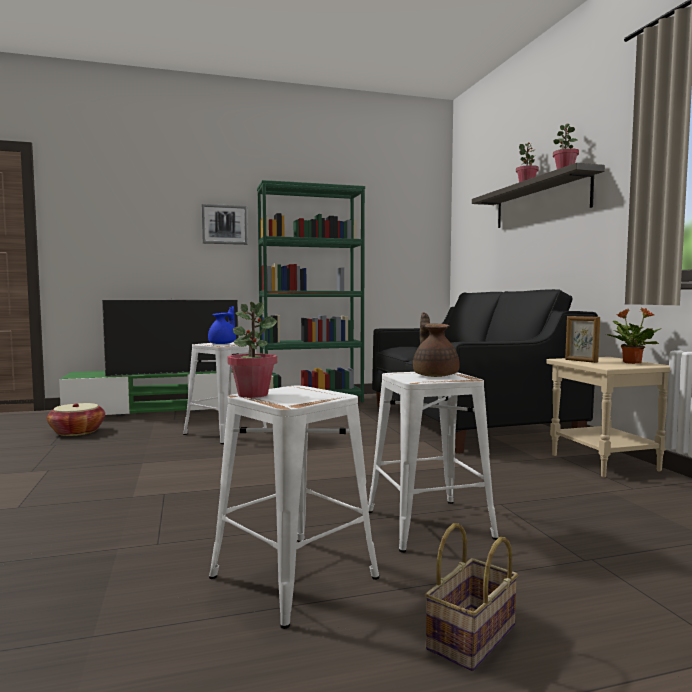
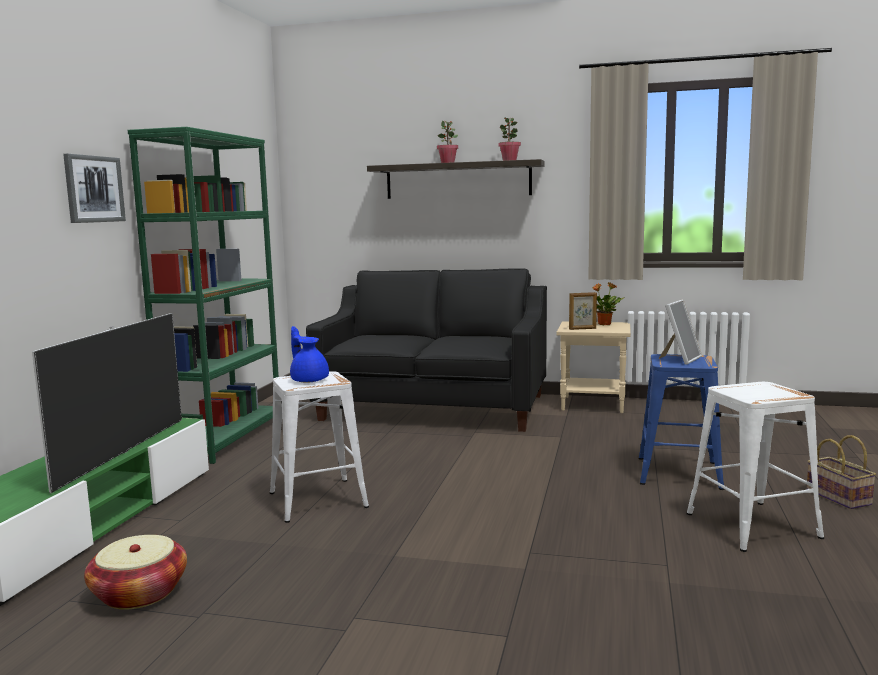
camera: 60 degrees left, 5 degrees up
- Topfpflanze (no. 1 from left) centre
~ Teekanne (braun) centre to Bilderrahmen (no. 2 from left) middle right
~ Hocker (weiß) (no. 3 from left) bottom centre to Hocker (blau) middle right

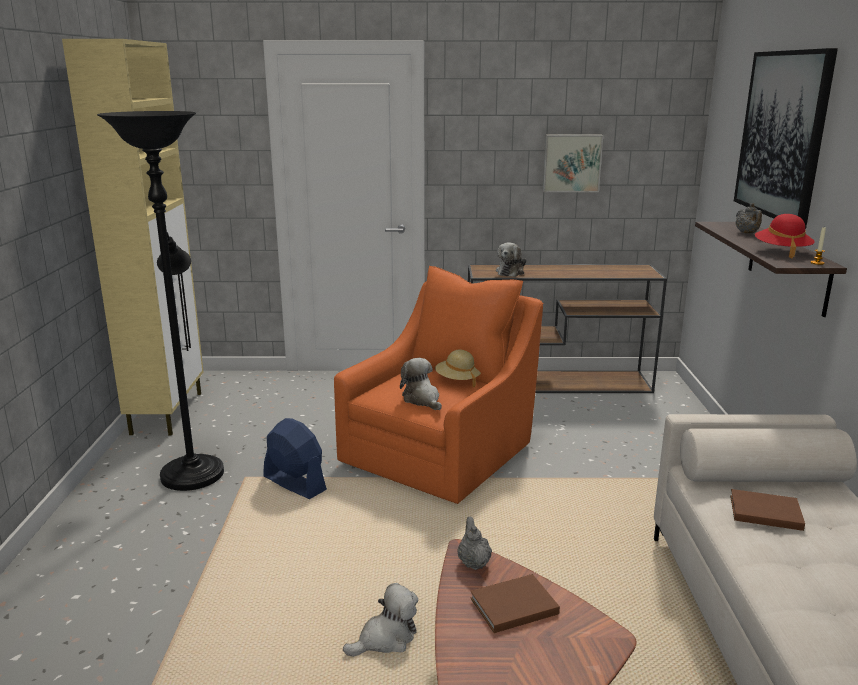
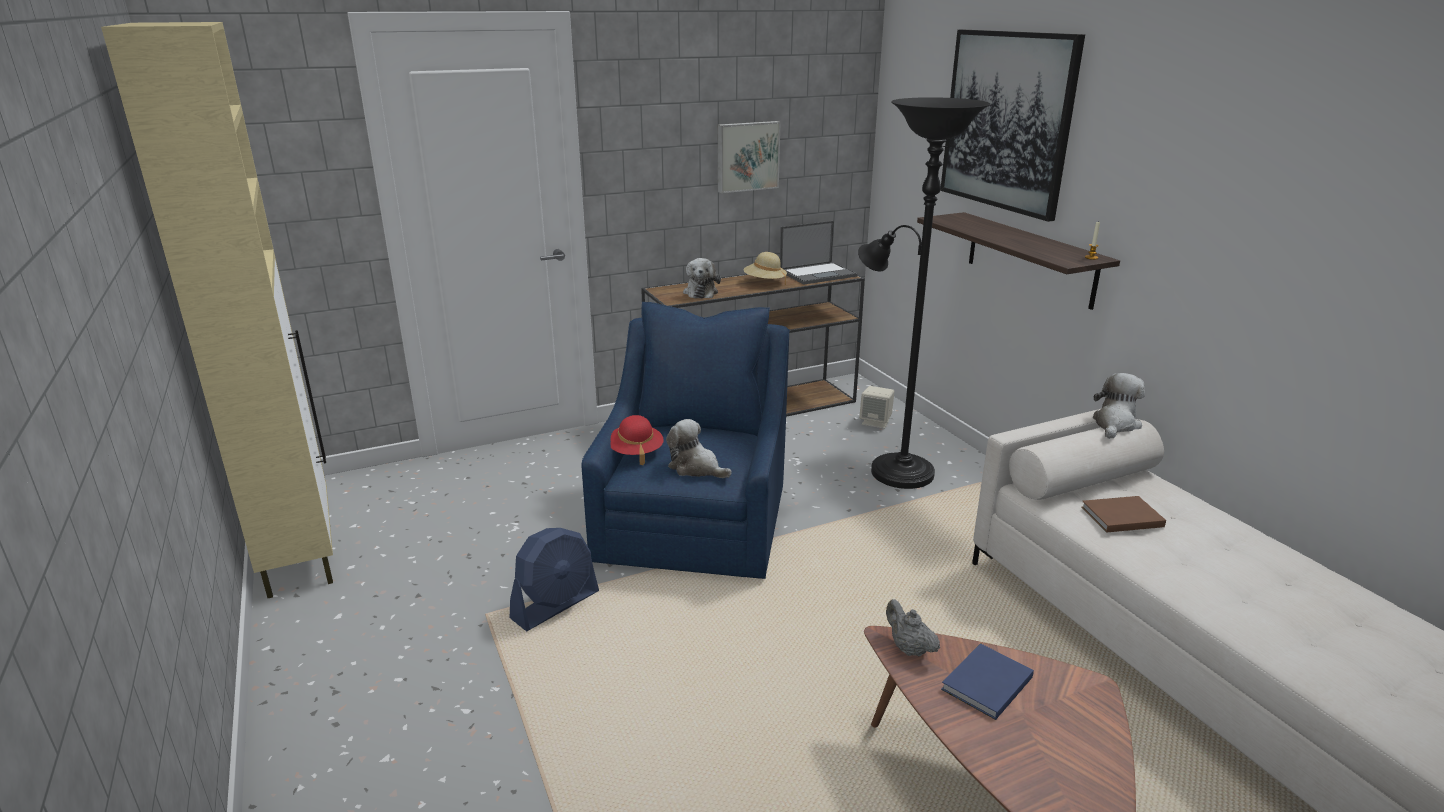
camera: 25 degrees left, 5 degrees up
~ Stehlampe (schwarz) middle left to centre
- Teekanne (grau) (no. 2 from left) top right
~ Hut (rot) middle right to centre
~ Sessel (orange) centre to Sessel (blau) centre
~ Hut (beige) centre to top centre
~ Ventilator (blau) bottom centre = bottom centre 120 degrees clockwise
~ Buch (braun) (no. 1 from left) bottom centre to Buch (blau) bottom right
~ Plüschtier (no. 1 from left in the first image) bottom centre to Plüschtier (no. 3 from left) middle right
+ Laptop top centre
+ Lautsprecher (beige) centre

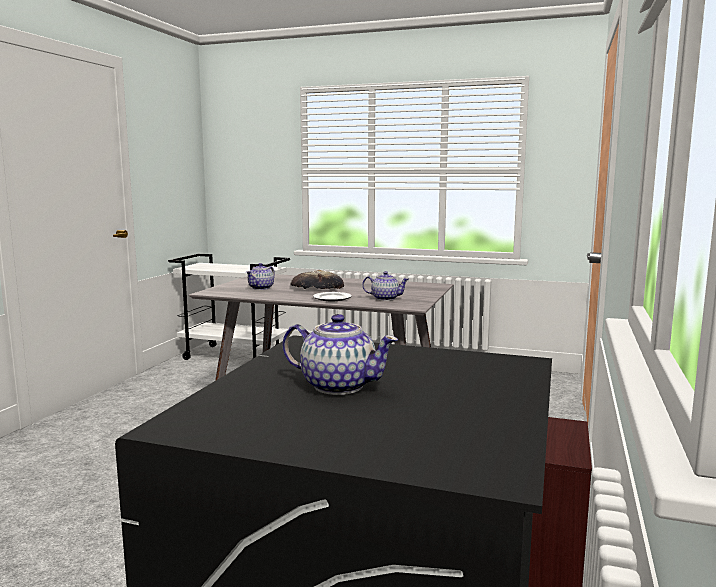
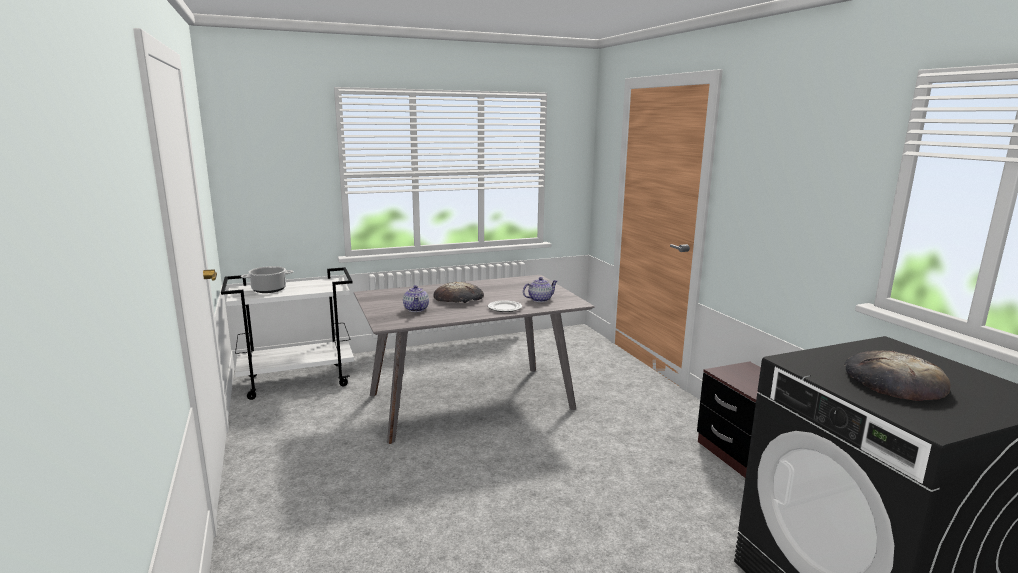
camera: 40 degrees left, 5 degrees up
~ Teekanne (no. 2 from left) centre to Brot (no. 2 from left) middle right
+ Kochtopf middle left

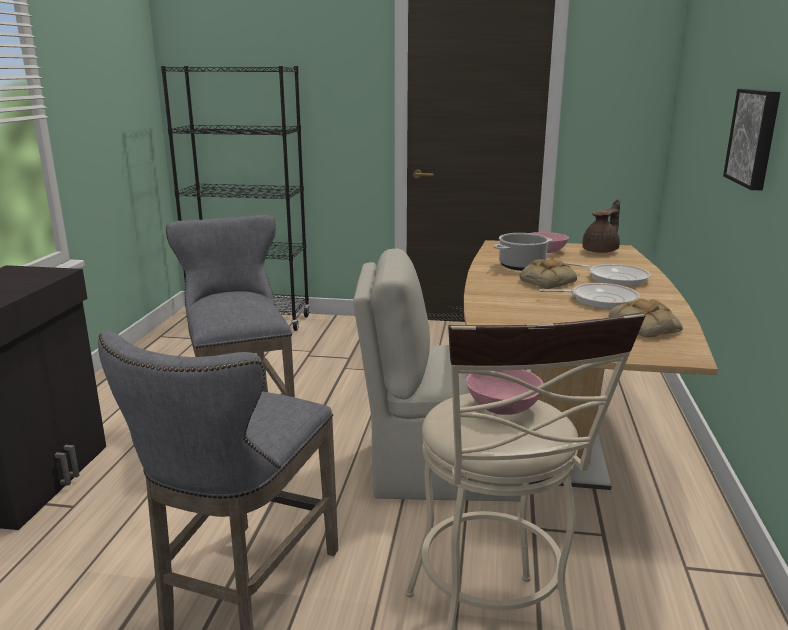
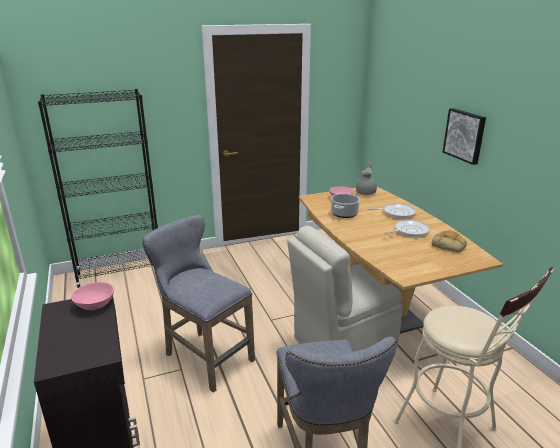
camera: 30 degrees left, 5 degrees up
~ Teekanne (braun) middle right to Teekanne (grau) centre
- Brot (no. 1 from left) middle right
~ Schüssel (rosa) (no. 1 from left) centre to middle left

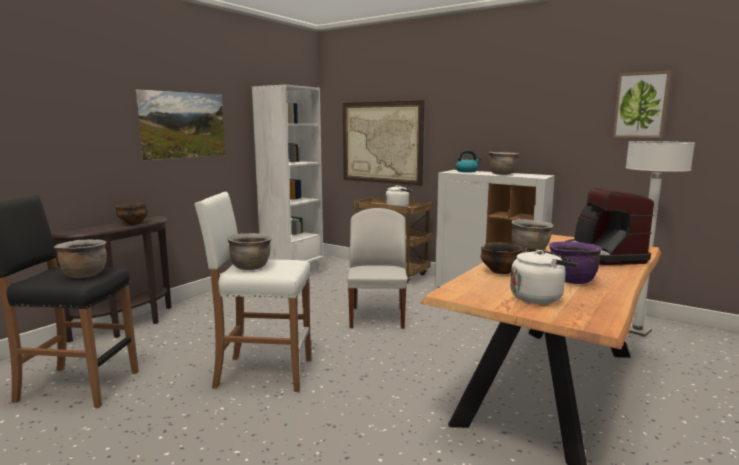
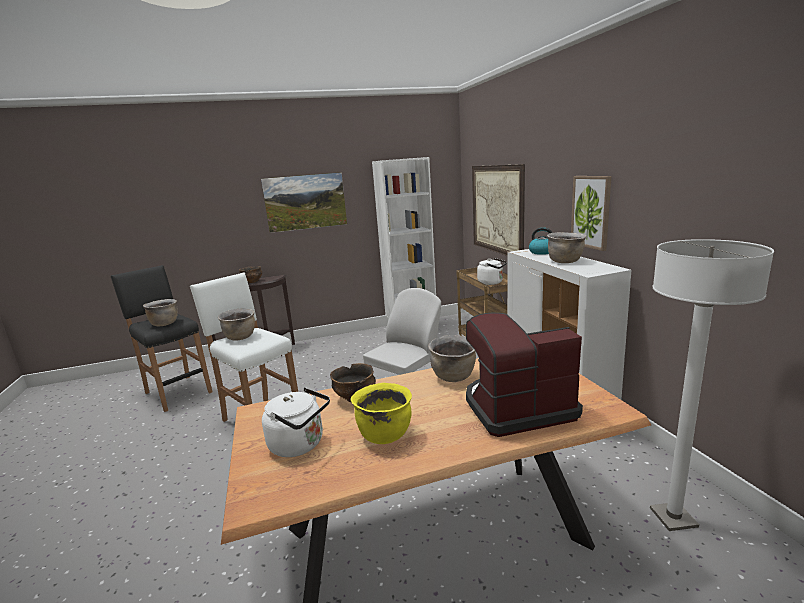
camera: 40 degrees right, 5 degrees up
~ Bild (no. 3 from left) top right to middle right
~ Kaffeemaschine middle right = centre 45 degrees clockwise
~ Kochtopf (lila) middle right to Kochtopf (gelb) bottom centre

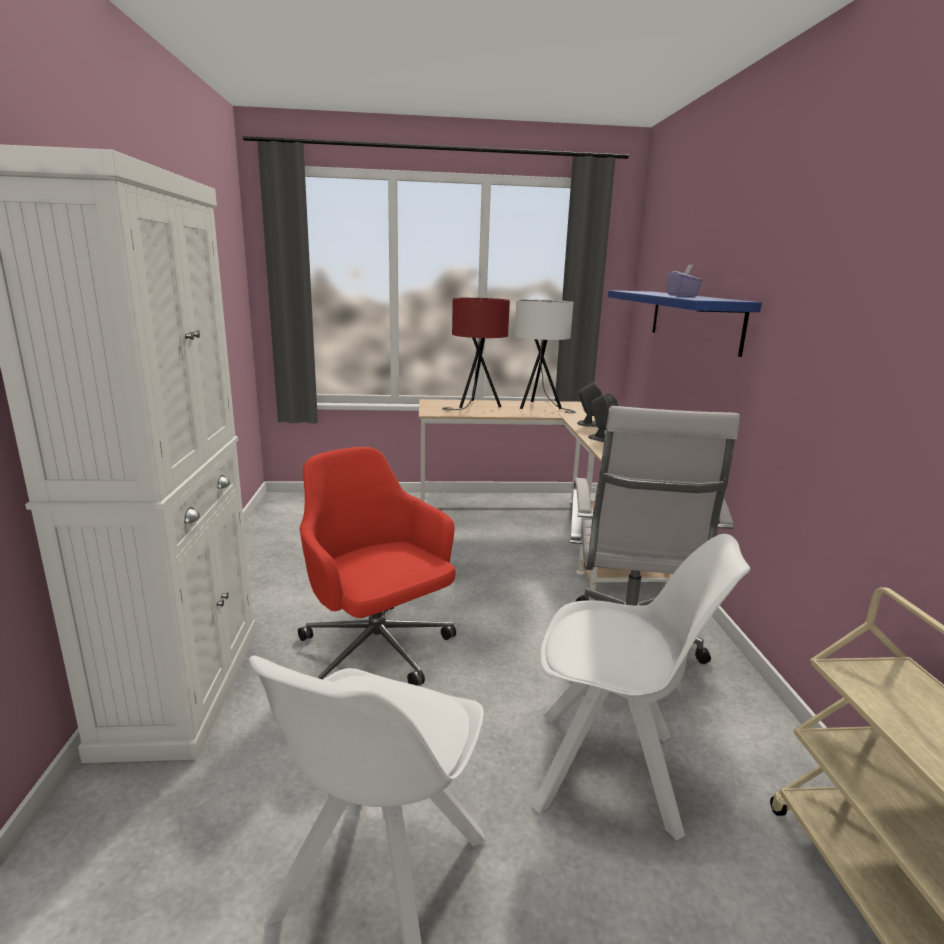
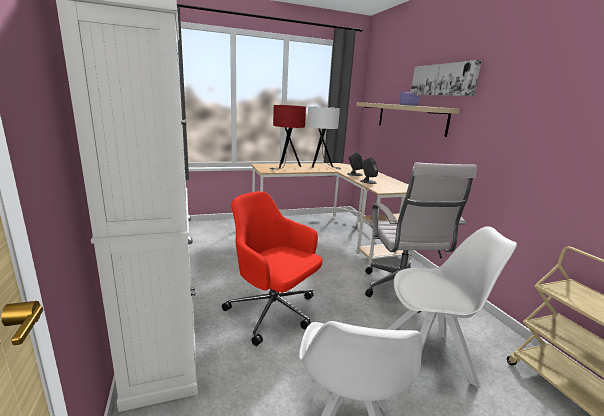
camera: 15 degrees left, 0 degrees up
~ Wandregal (blau) middle right to Wandregal (beige) top right
+ Bild top right

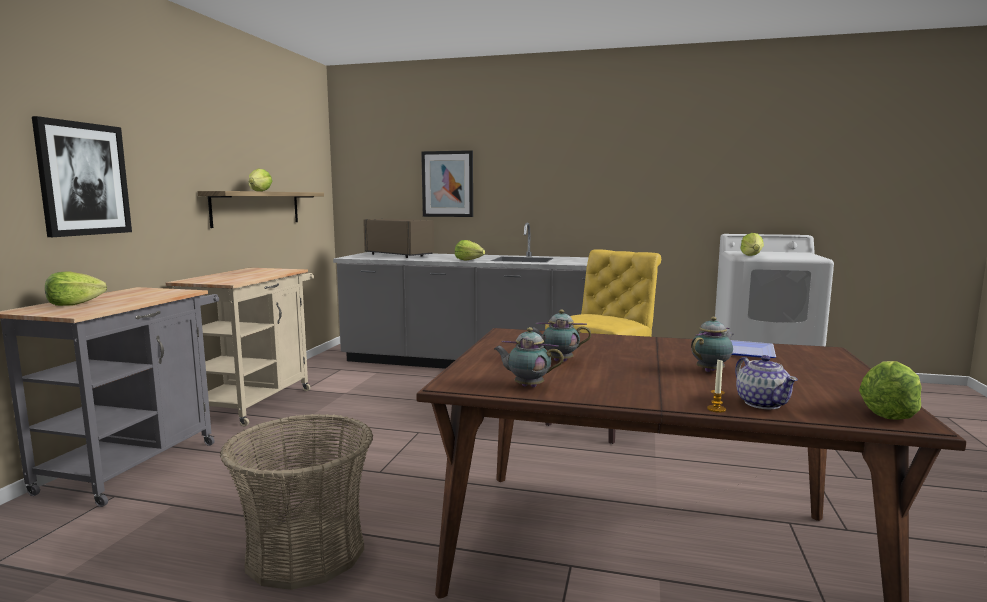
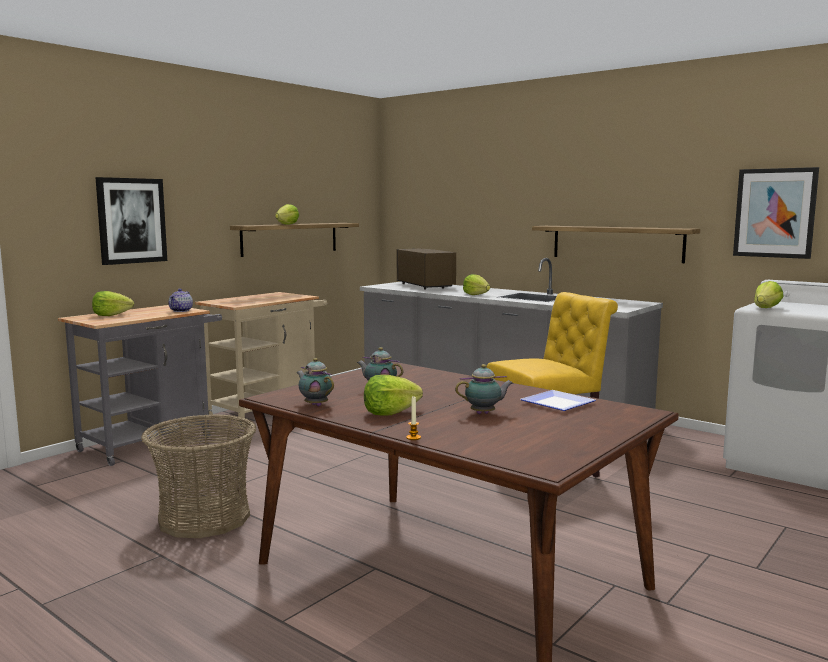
camera: 25 degrees right, 0 degrees up
~ Bild (no. 2 from left) top centre to top right
~ Teekanne (no. 4 from left in the first image) middle right to Teekanne (no. 1 from left) middle left
~ Salatkopf (no. 5 from left in the first image) middle right to Salatkopf (no. 3 from left) centre
+ Wandregal (no. 2 from left) middle right

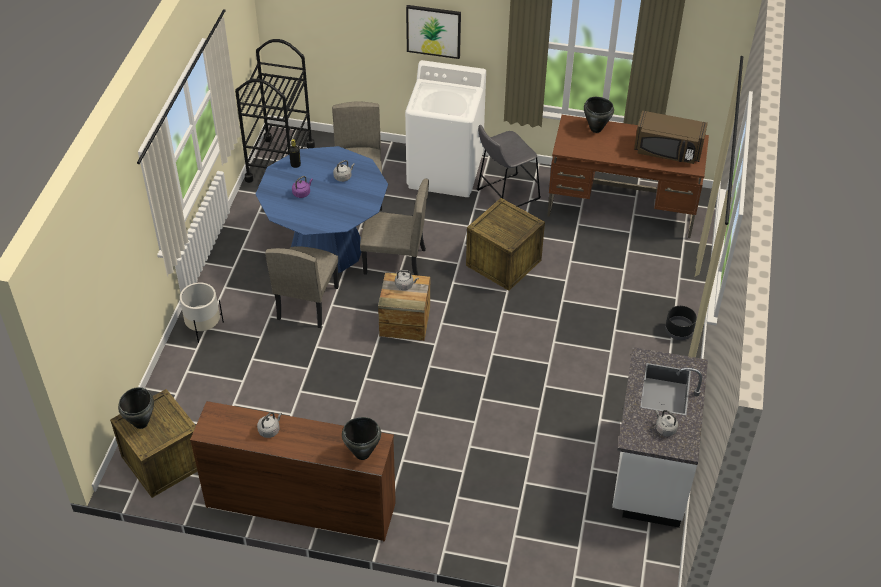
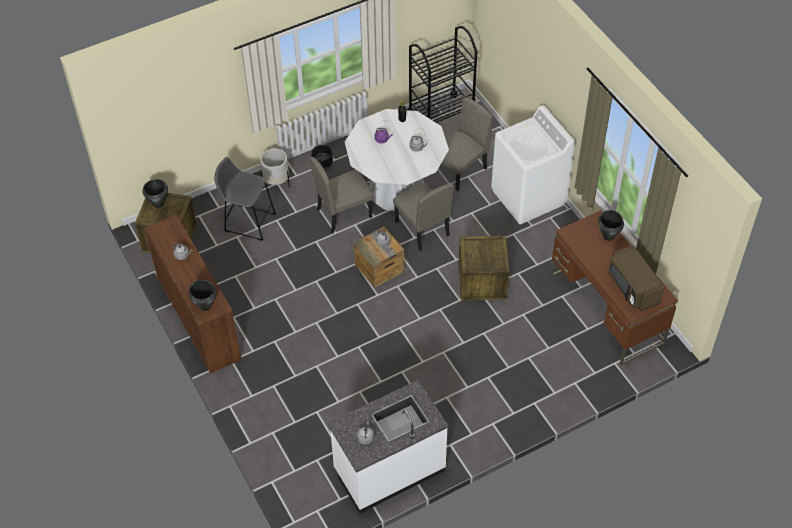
camera: 50 degrees right, 5 degrees up
- Bild top centre
~ Hocker (grau) top centre to middle left
~ Esstisch (blau) centre to Esstisch (weiß) top centre
~ Pflanzkübel (schwarz) middle right to top centre

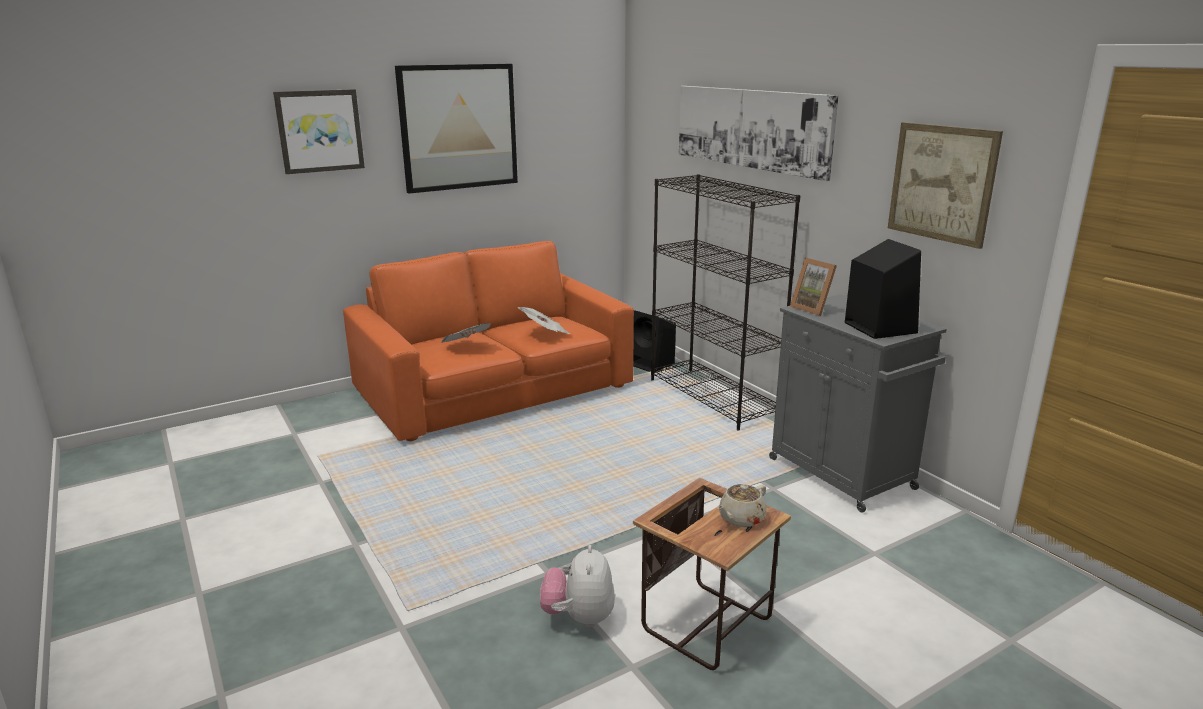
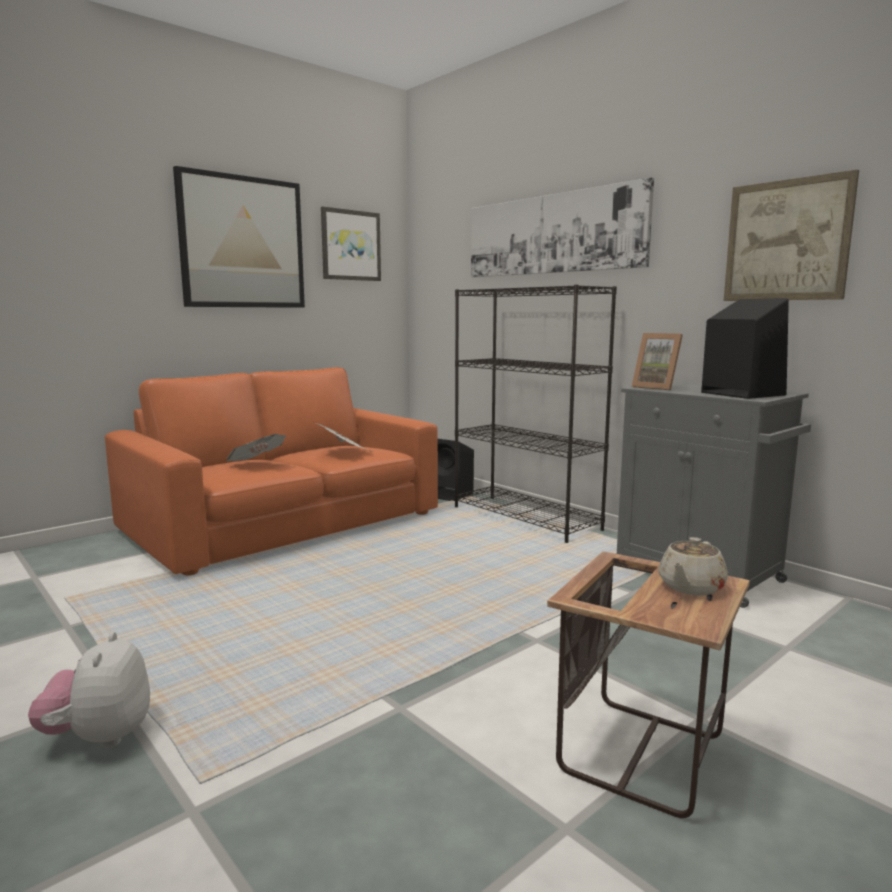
camera: 10 degrees left, 10 degrees down
~ Bild (no. 1 from left in the first image) top left to Bild (no. 2 from left) top centre
~ Plüschtier bottom centre to bottom left

